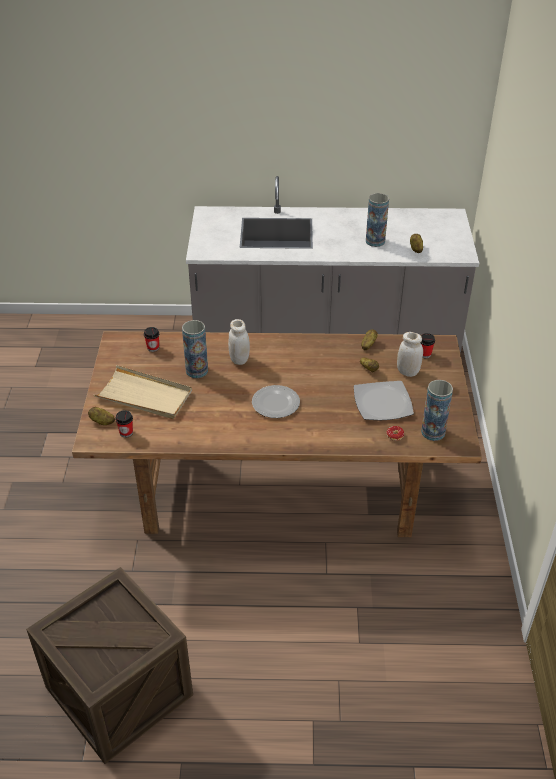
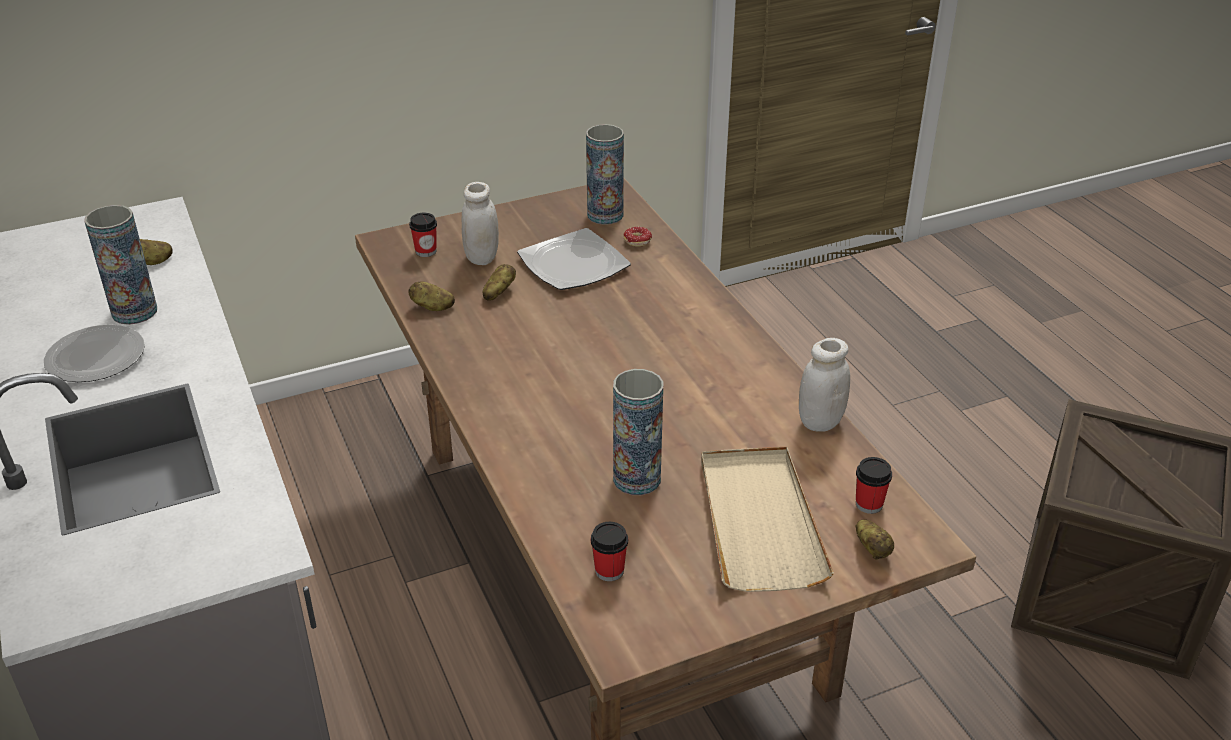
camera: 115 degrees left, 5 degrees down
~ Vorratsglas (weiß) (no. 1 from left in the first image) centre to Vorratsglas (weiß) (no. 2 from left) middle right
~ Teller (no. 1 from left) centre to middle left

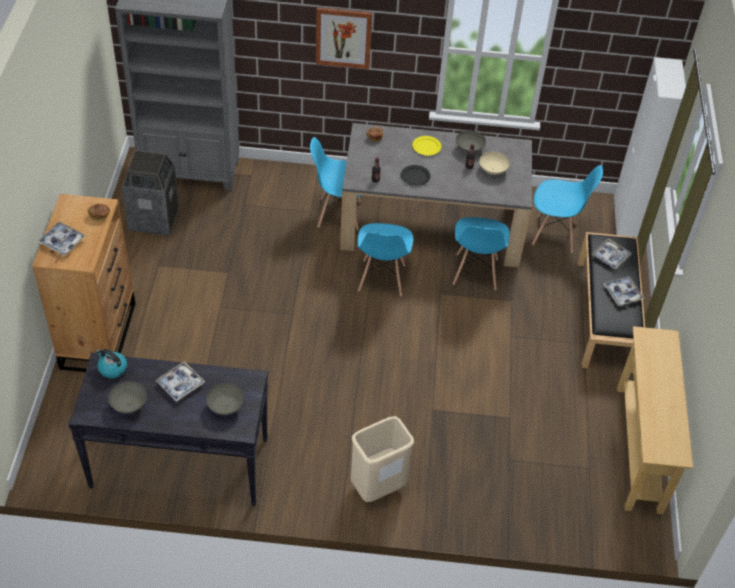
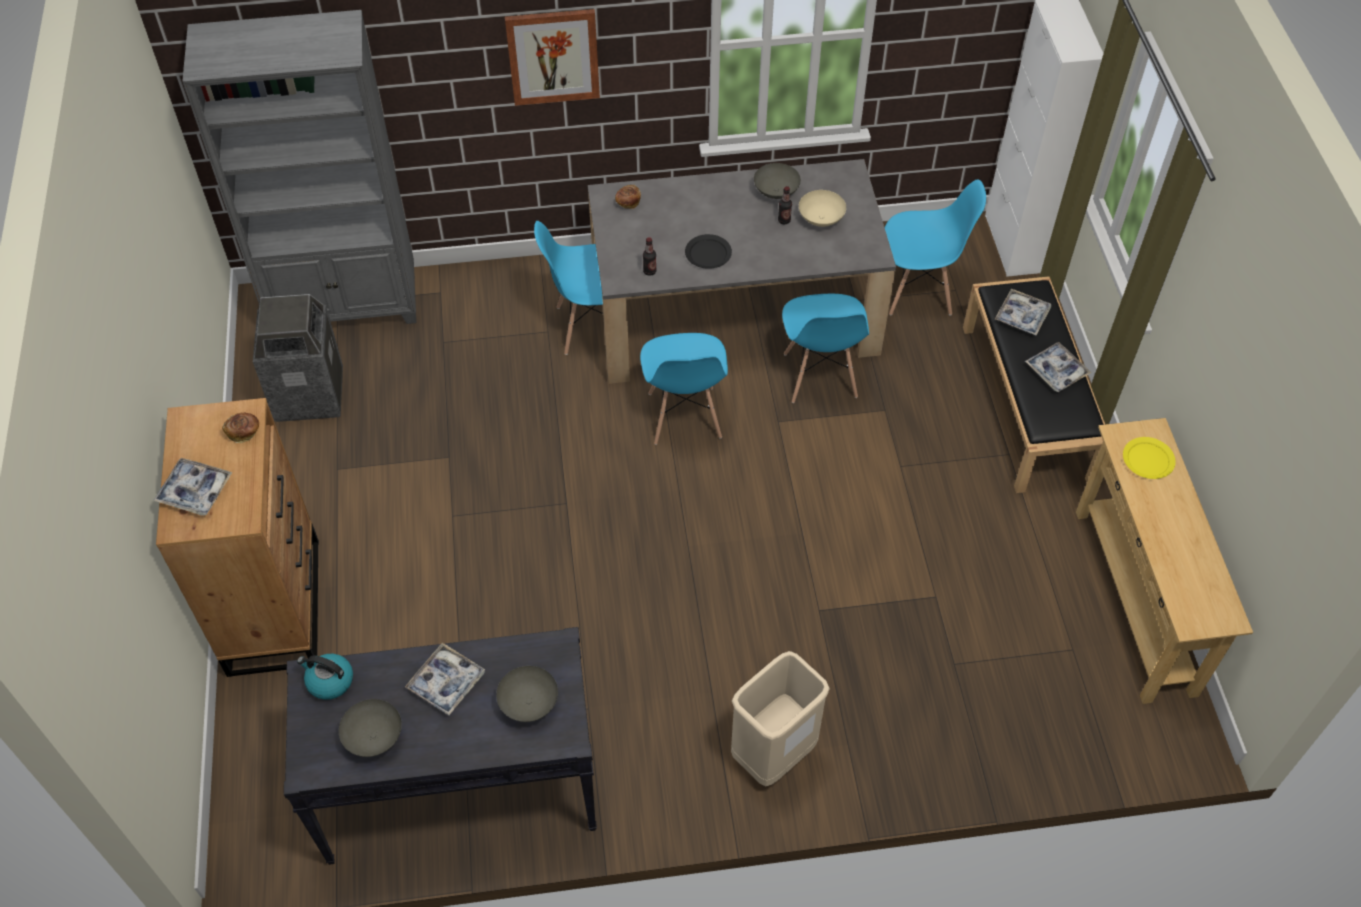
camera: 10 degrees left, 5 degrees up
~ Teller (gelb) top centre to middle right

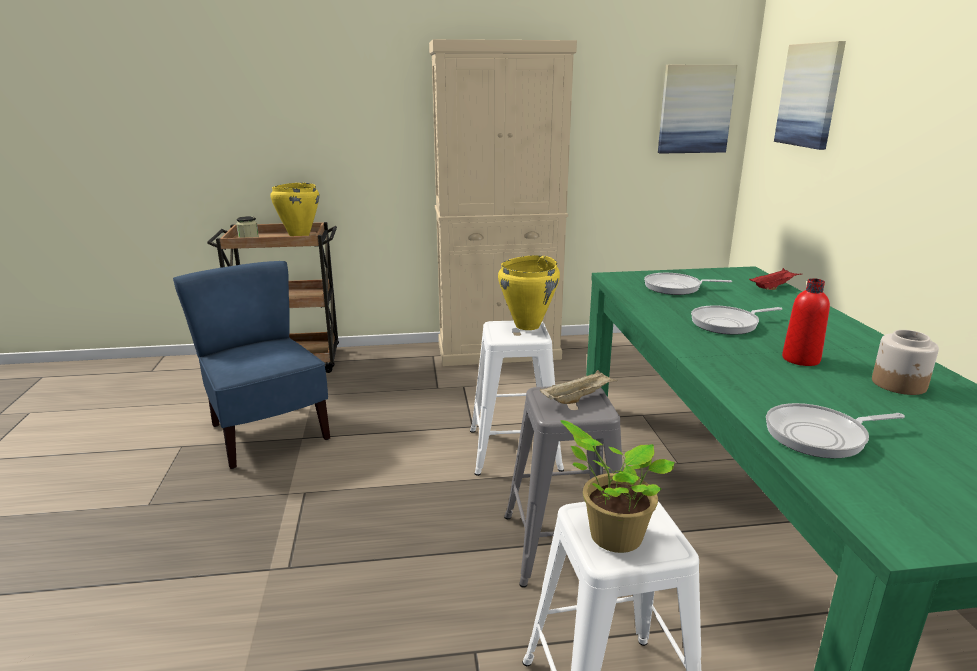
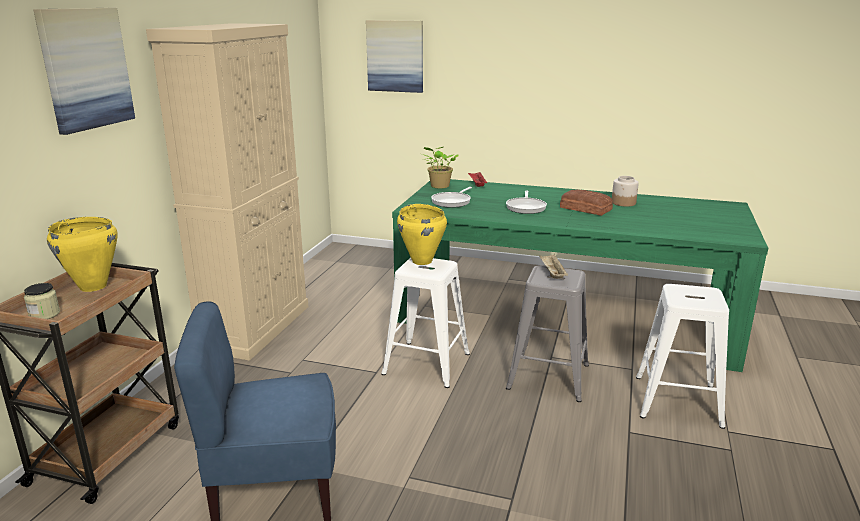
camera: 65 degrees left, 0 degrees up
~ Bild (no. 1 from left) top right to top left
~ Flasche (rot) middle right to Brot middle right
- Pfanne (no. 3 from left) middle right
~ Topfpflanze bottom centre to top centre

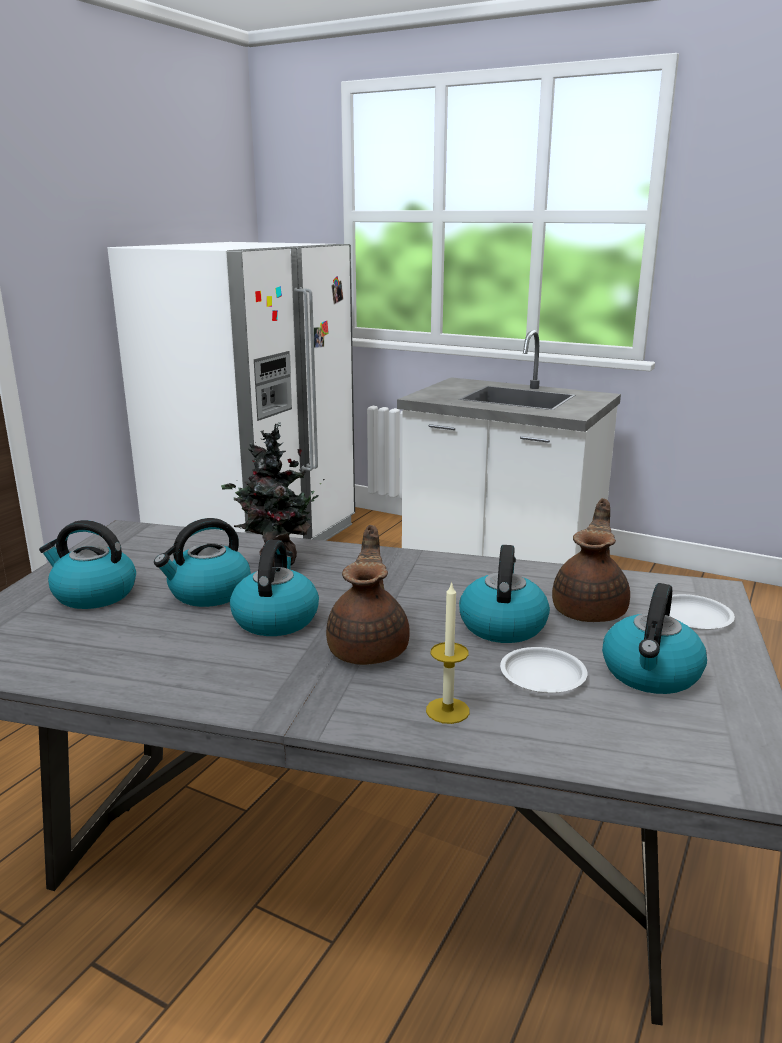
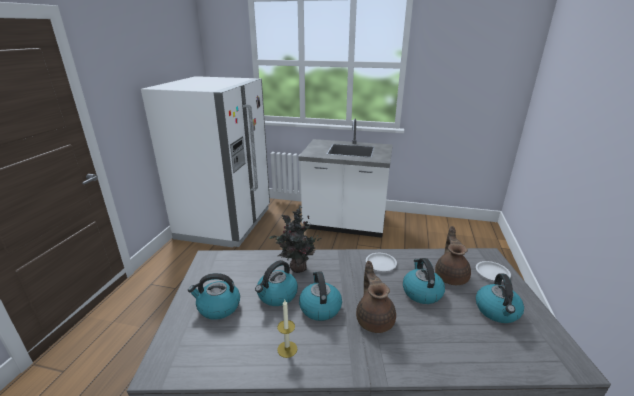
camera: 15 degrees left, 5 degrees up
~ Kerze centre to bottom centre
~ Teller (weiß) (no. 1 from left) middle right to centre

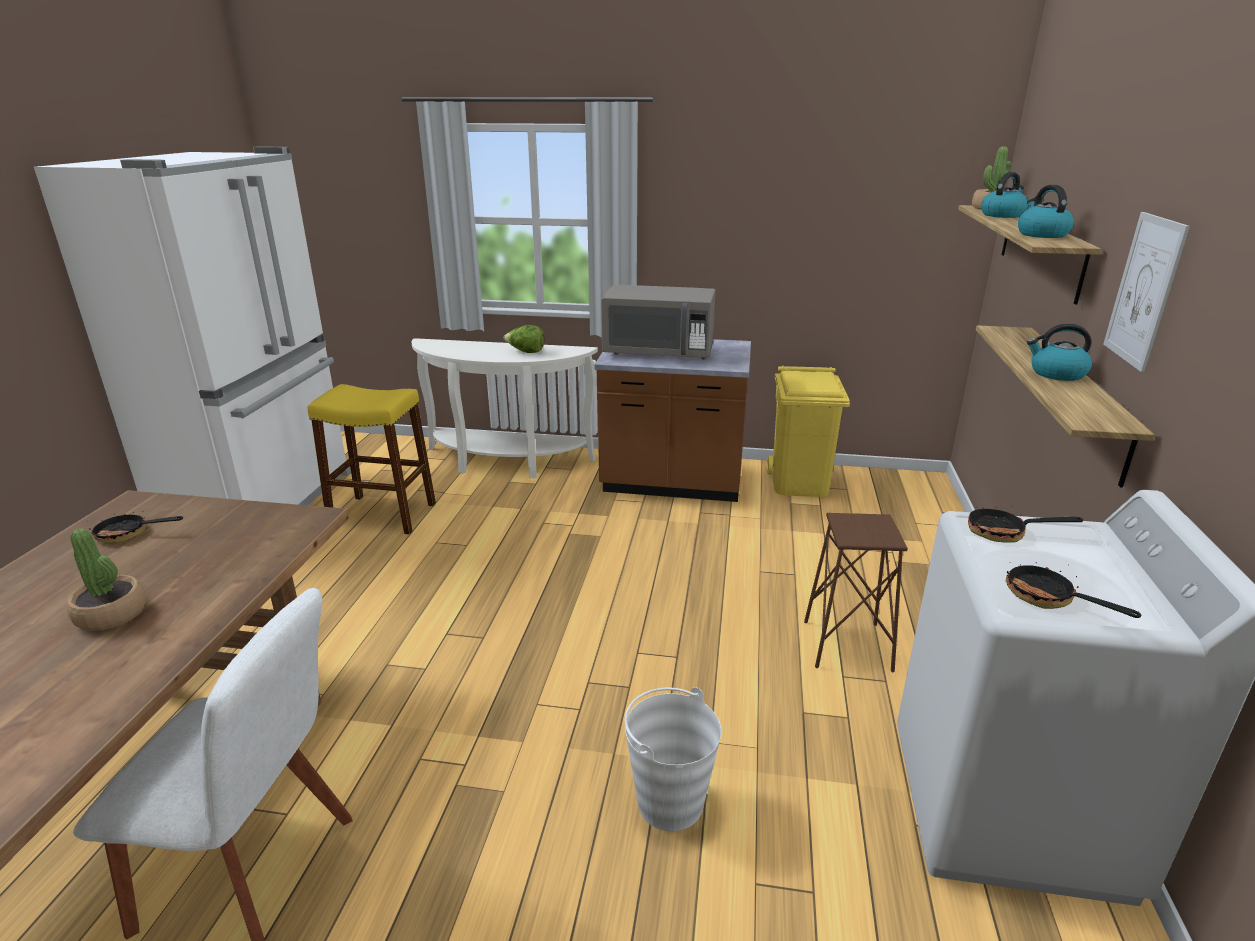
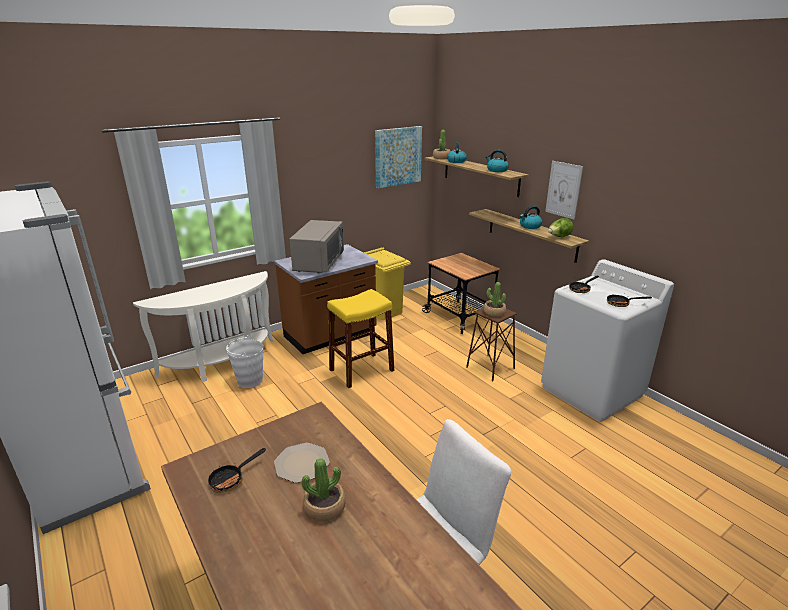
camera: 45 degrees left, 0 degrees up
~ Mikrowelle (grau) centre = centre 45 degrees counterclockwise
~ Salatkopf centre to middle right
~ Hocker (gelb) middle left to centre
~ Eimer (weiß) bottom centre to middle left
+ Bild (no. 1 from left) top centre
+ Rollwagen centre
+ Topfpflanze (no. 3 from left) centre
+ Teller bottom centre

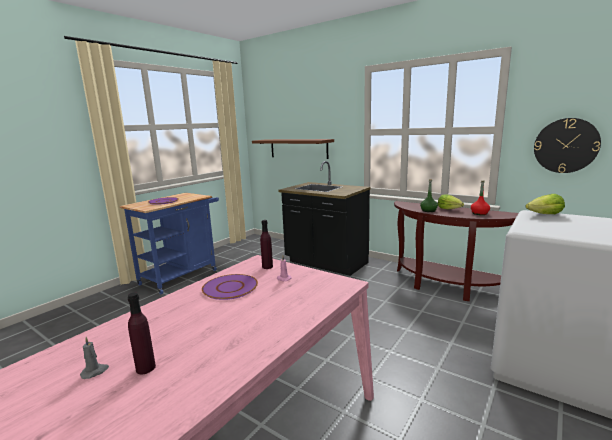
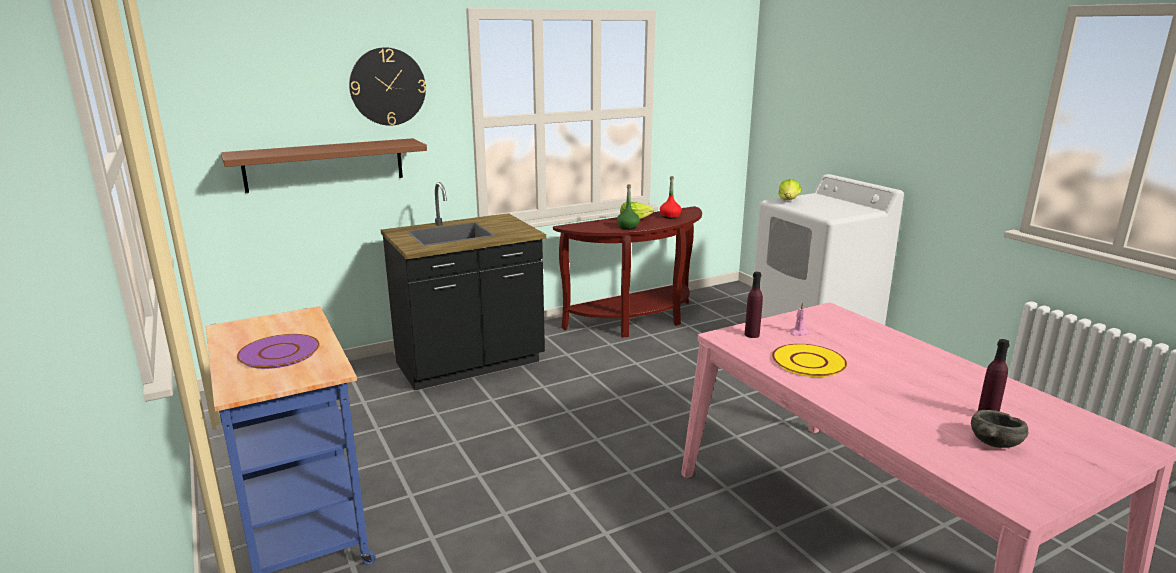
camera: 65 degrees left, 5 degrees up
~ Wanduhr top right to top left
~ Teller (lila) (no. 2 from left) centre to Teller (gelb) middle right
~ Kerze (grau) bottom left to Schüssel (grau) bottom right

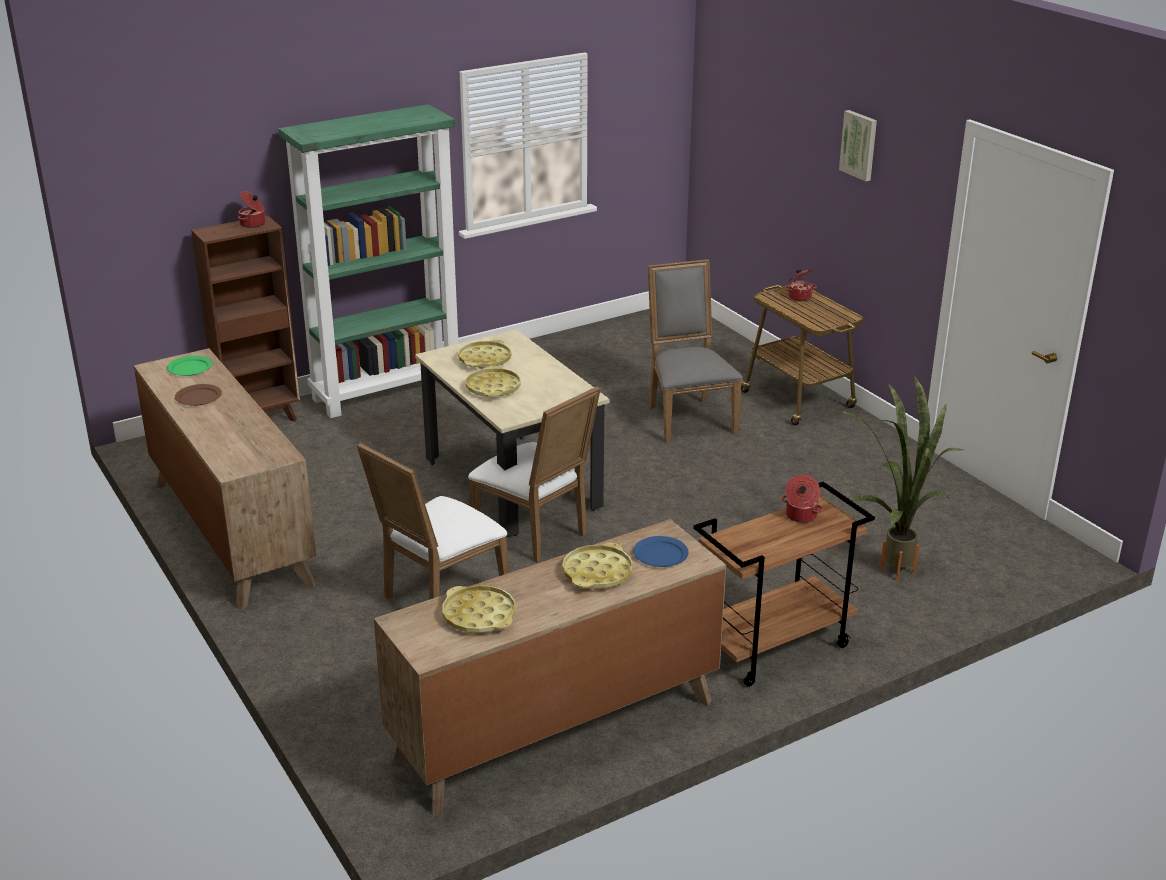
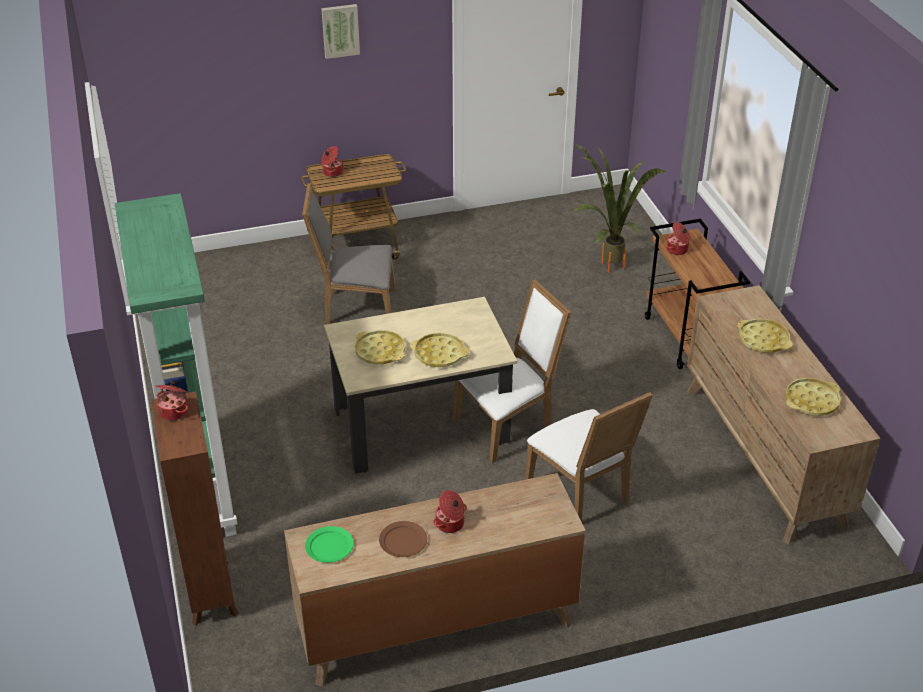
camera: 75 degrees left, 10 degrees up
- Teller (blau) centre
+ Kochtopf (no. 3 from left) bottom centre

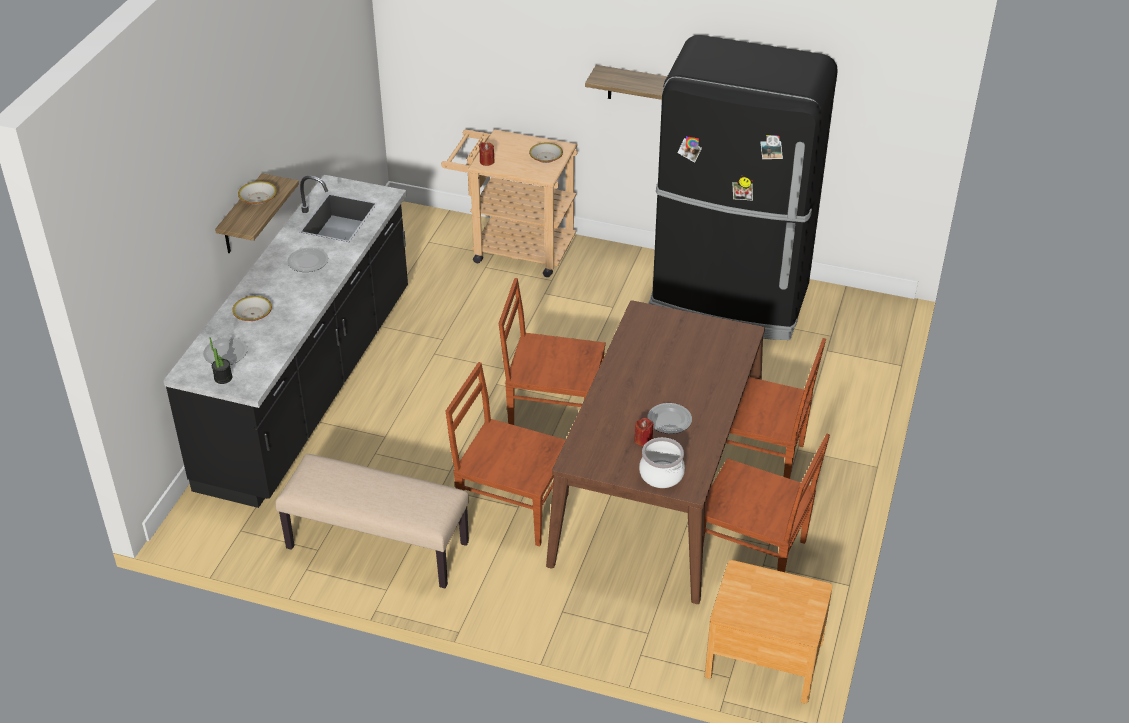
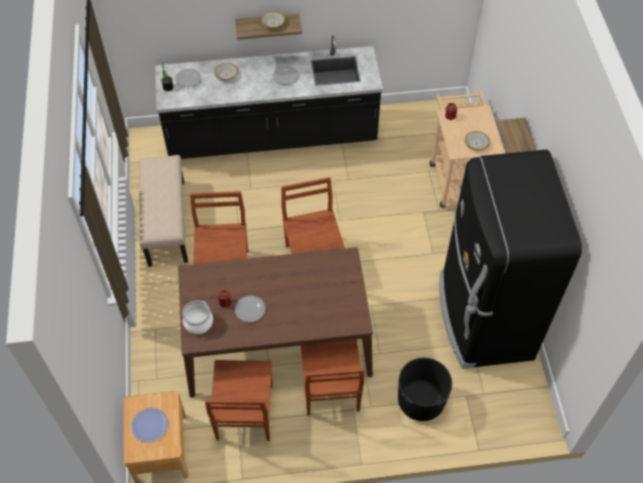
camera: 65 degrees right, 15 degrees up
+ Pflanzkübel (schwarz) bottom centre
+ Teller (no. 1 from left) bottom left

